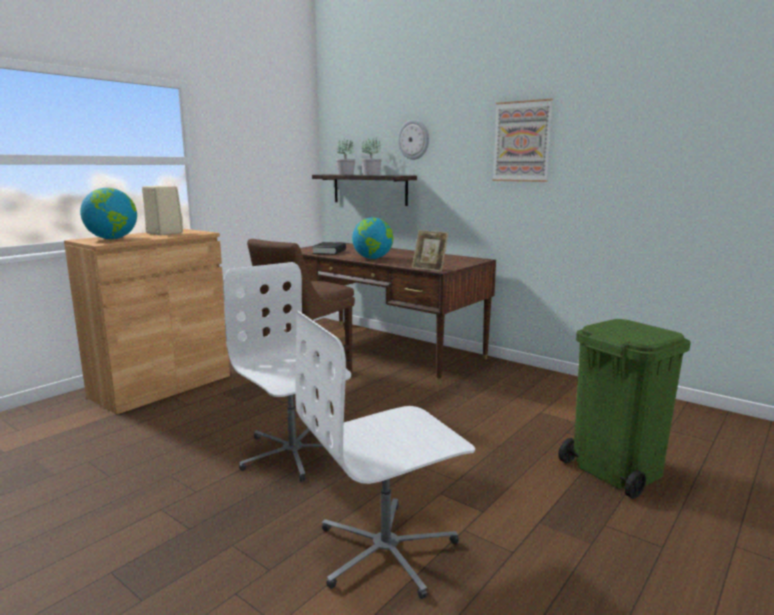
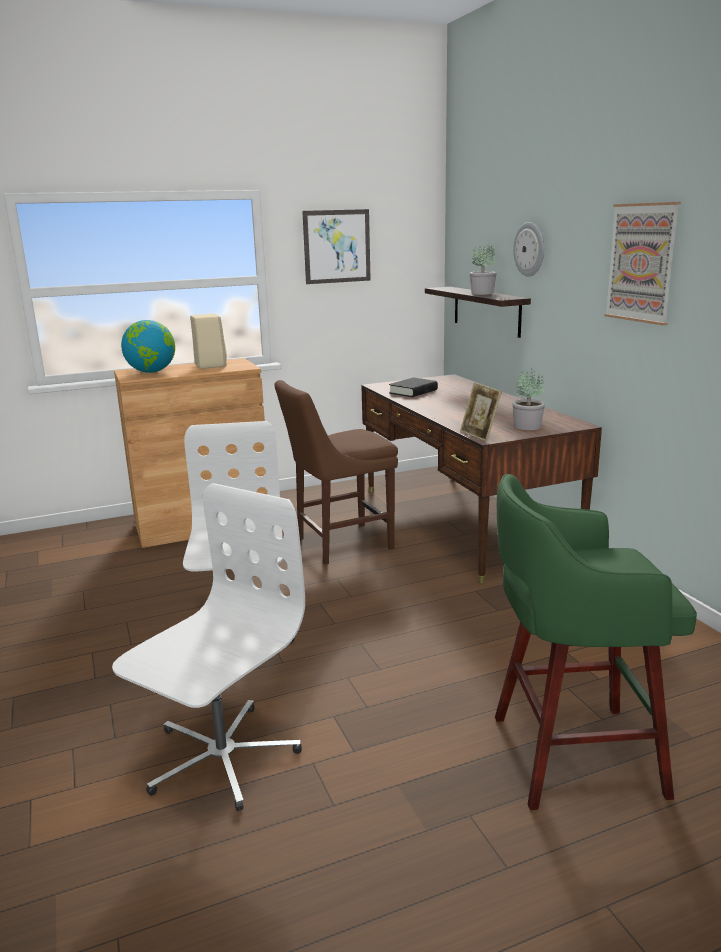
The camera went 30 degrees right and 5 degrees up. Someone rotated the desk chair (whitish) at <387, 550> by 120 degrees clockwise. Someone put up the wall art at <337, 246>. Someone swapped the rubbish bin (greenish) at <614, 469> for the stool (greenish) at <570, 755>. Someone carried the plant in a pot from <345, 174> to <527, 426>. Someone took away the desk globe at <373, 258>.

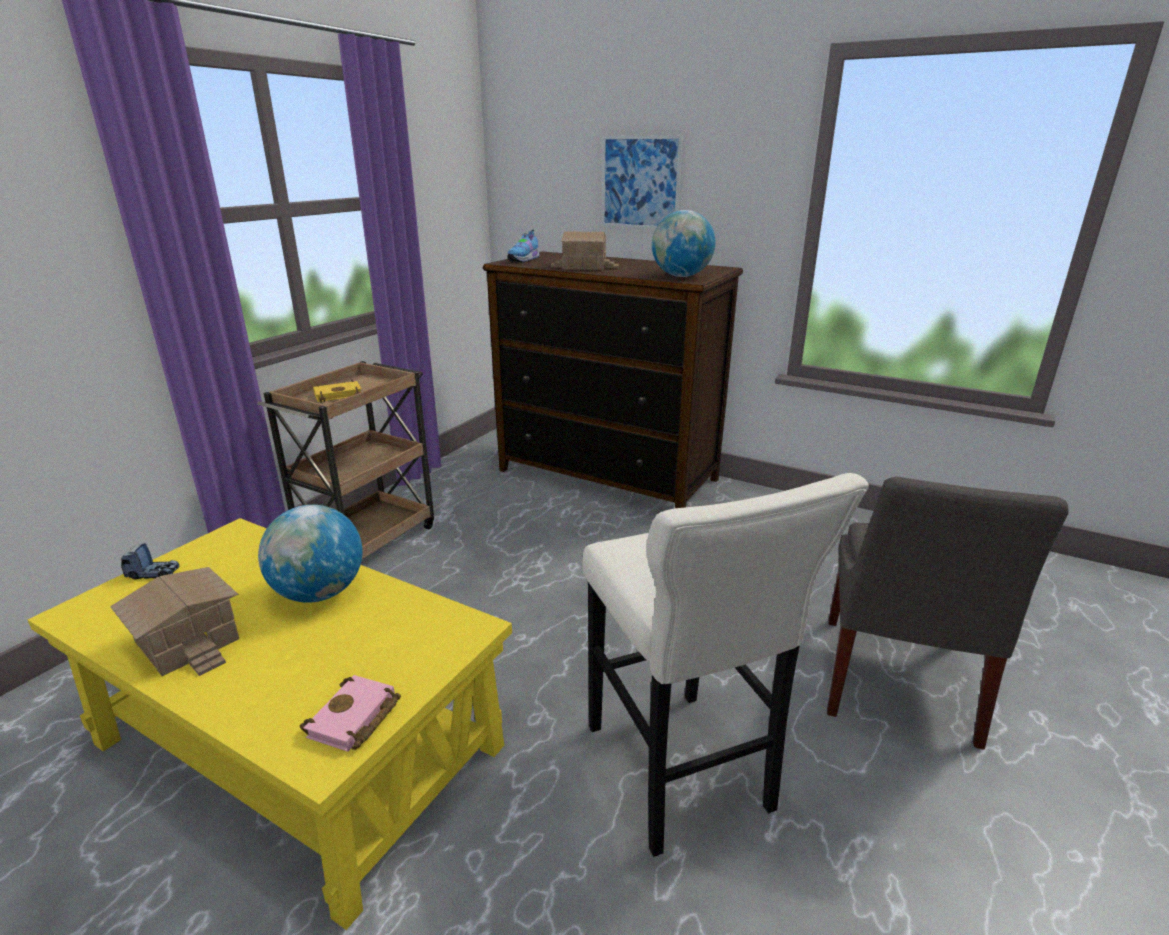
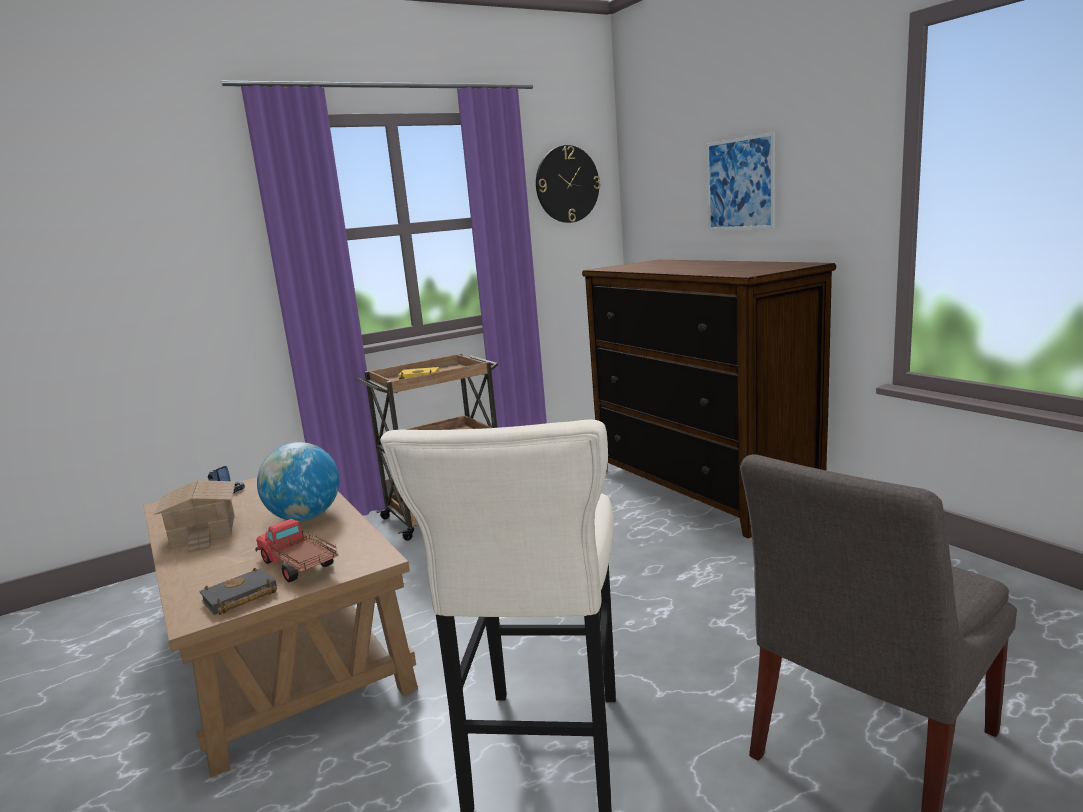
The camera went 30 degrees right and 10 degrees down. Someone repainted the low table (yellow) at <297, 745>, which became the low table (brown) at <281, 646>. Someone repainted the volume (pink-coloured) at <354, 720>, which became the volume (black) at <239, 598>. Someone put down the toy lorry at <298, 566>. Someone put up the wall clock at <567, 184>. Someone took away the item of footwear at <524, 260>. Someone took away the model house at <584, 266>. Someone took away the desk globe at <681, 276>.

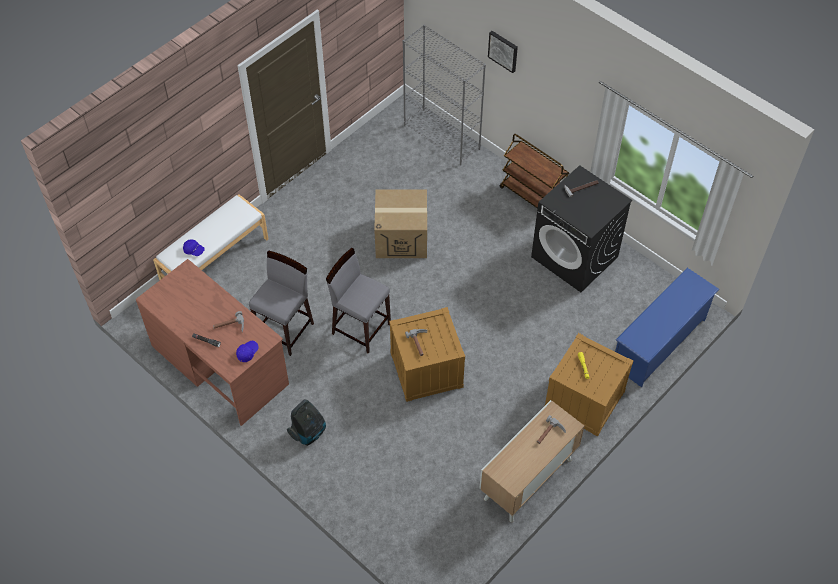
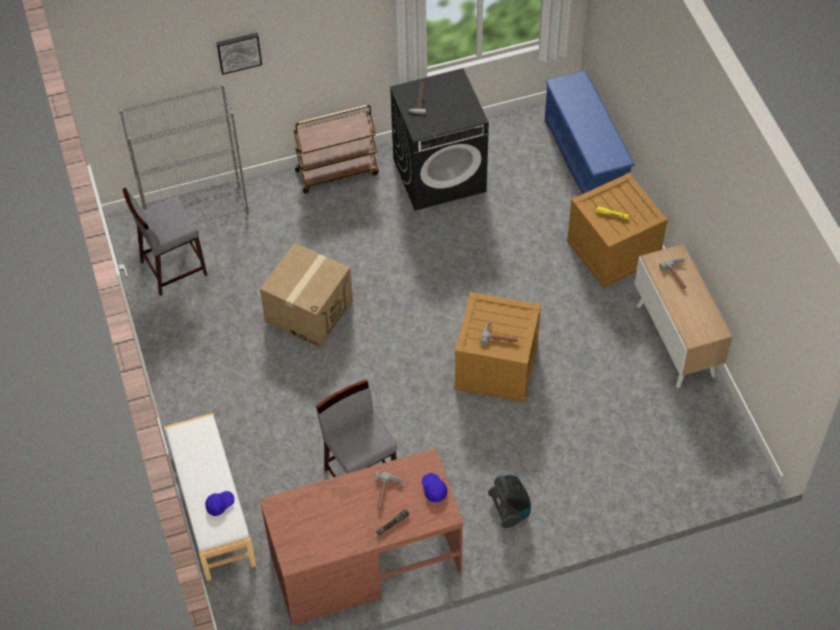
The camera went 60 degrees left and 0 degrees up. Someone carried the stool (grey) from <361, 328> to <172, 268>.

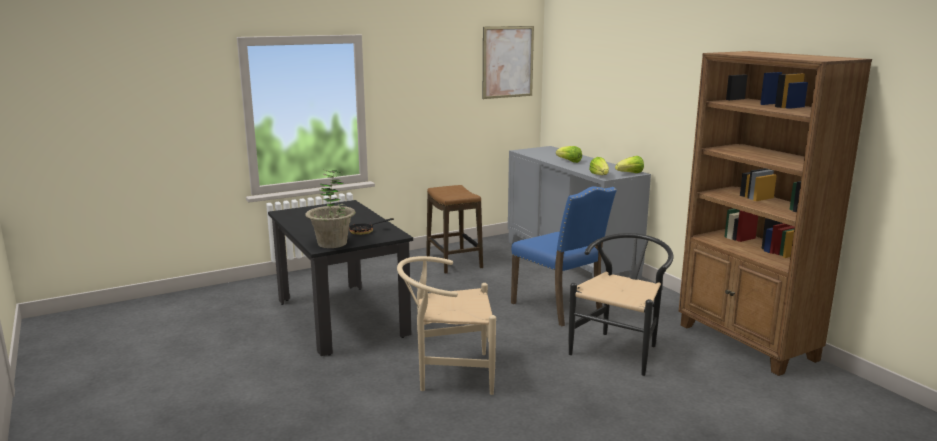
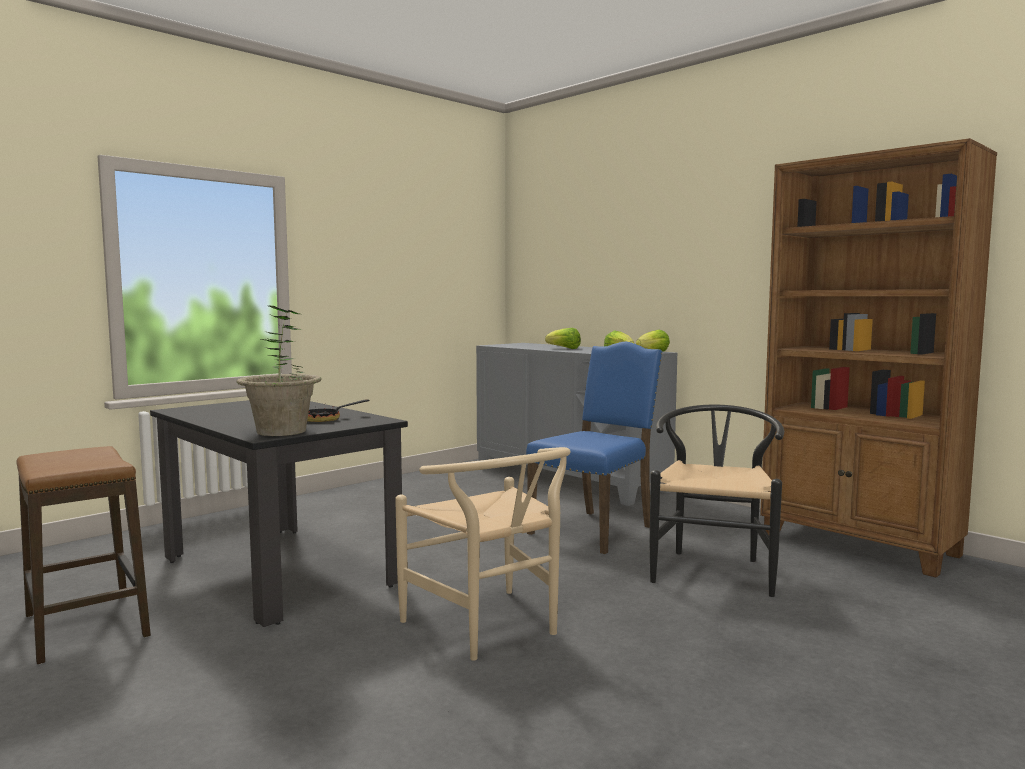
The camera went 15 degrees left and 10 degrees down. Someone carried the stool from <453, 262> to <85, 626>. Someone rotated the chair (beige-coloured) at <448, 374> by 105 degrees counterclockwise. Someone rotated the chair (blue-coloured) at <559, 308> by 90 degrees counterclockwise. Someone took away the wall art at <508, 62>.

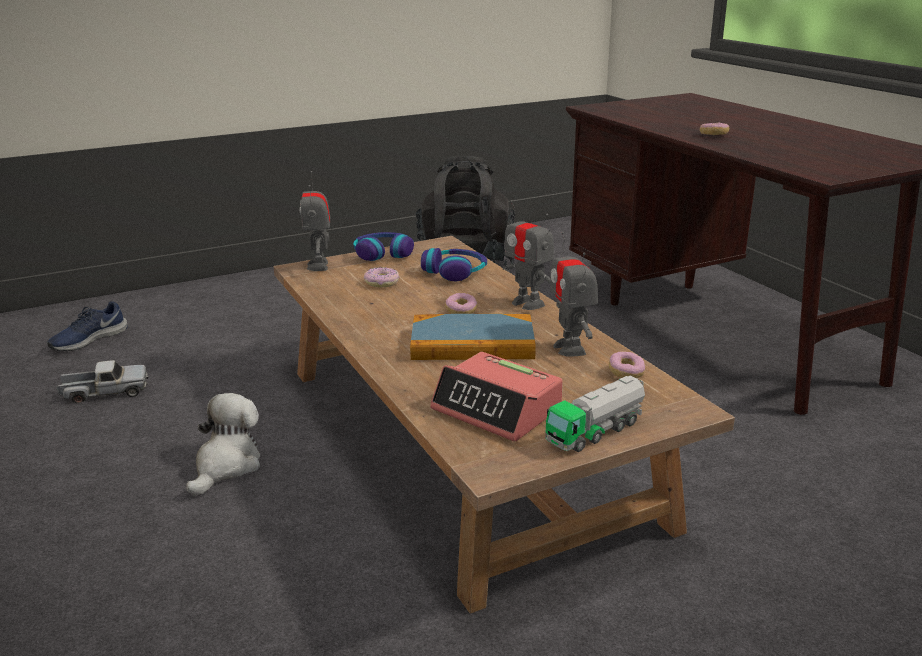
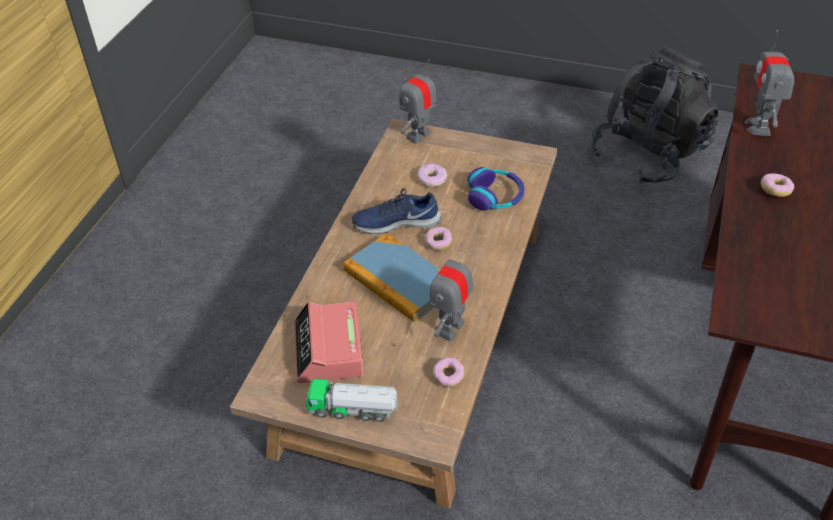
The camera went 45 degrees right and 20 degrees up. Someone carried the item of footwear (blue-coloured) from <88, 339> to <396, 222>. Someone carried the model robot from <528, 303> to <758, 126>. Someone took away the toy lorry at <105, 392>. Someone took away the cuddly toy at <226, 466>. Someone took away the headset at <383, 253>.

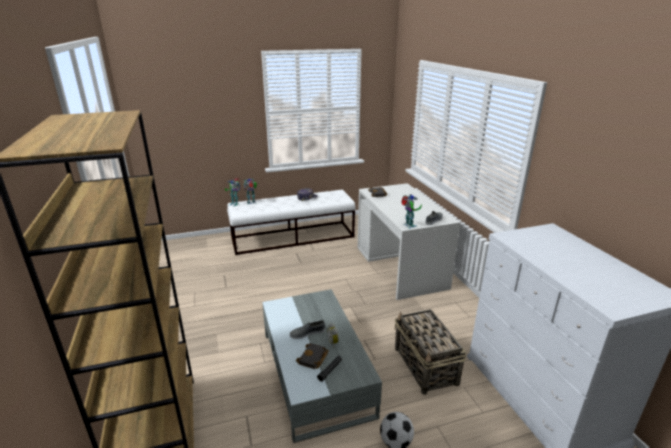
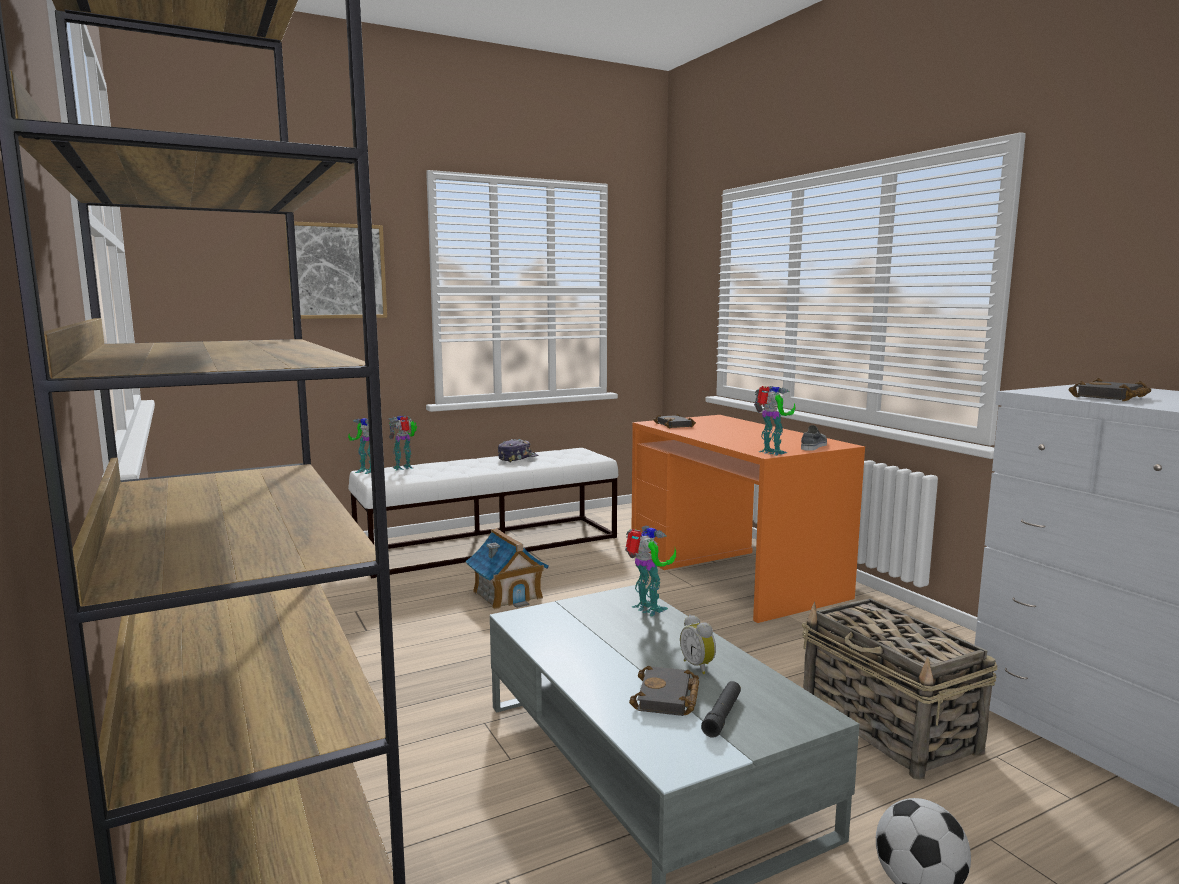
The camera went 10 degrees left and 15 degrees down. Someone put up the wall art at <337, 271>. Someone put down the model house at <507, 595>. Someone put down the model robot at <648, 610>. Someone repainted the desk unit (whitish) at <400, 266>, which became the desk unit (orange-coloured) at <733, 573>. Someone put down the volume (black) at <1111, 397>. Someone took away the item of footwear (grey) at <307, 333>.

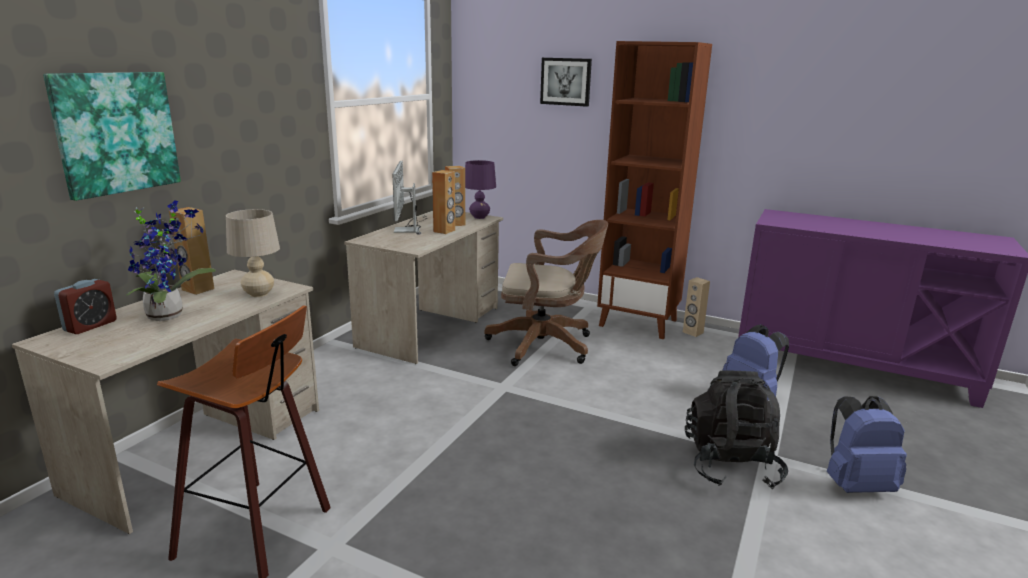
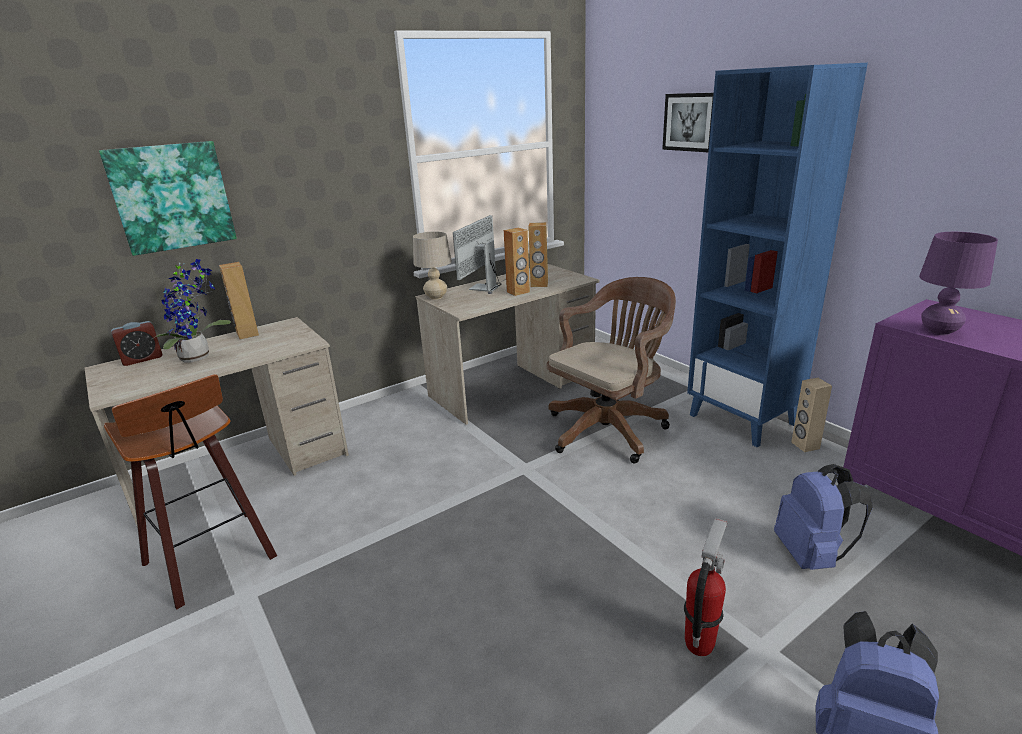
The camera went 30 degrees right and 5 degrees up. Someone carried the table lamp (beige-coloured) from <259, 294> to <436, 297>. Someone rotated the desk chair (brown) at <546, 345> by 75 degrees counterclockwise. Someone swapped the backpack (black) at <730, 466> for the fire-fighting cylinder at <699, 644>. Someone repainted the shelving unit (brown) at <639, 323>, which became the shelving unit (blue-coloured) at <743, 419>. Someone carried the table lamp (purplish) from <479, 217> to <939, 331>.

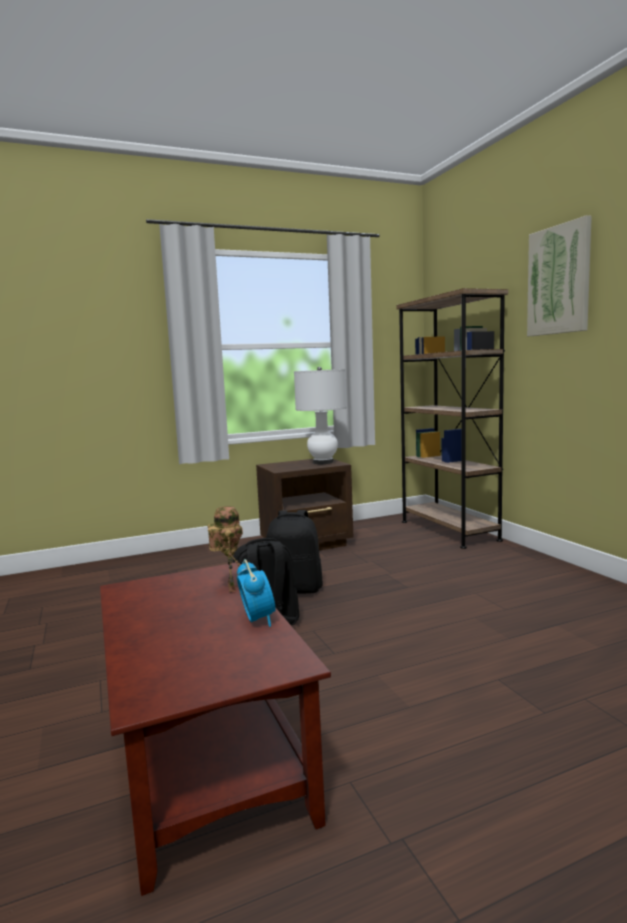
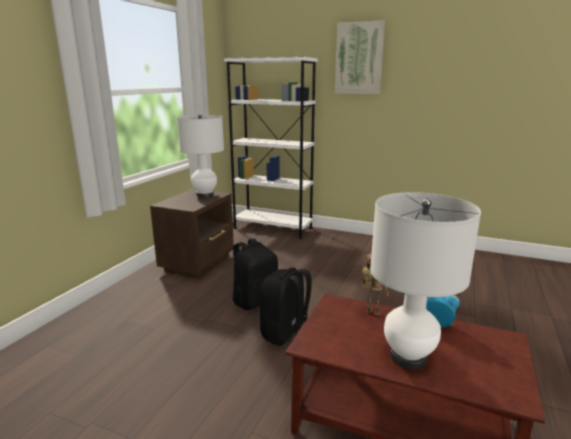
The camera went 45 degrees left and 10 degrees up. Someone repainted the shelving unit (brown) at <448, 530>, which became the shelving unit (whitish) at <272, 228>. Someone put down the table lamp (whitish) at <408, 357>.

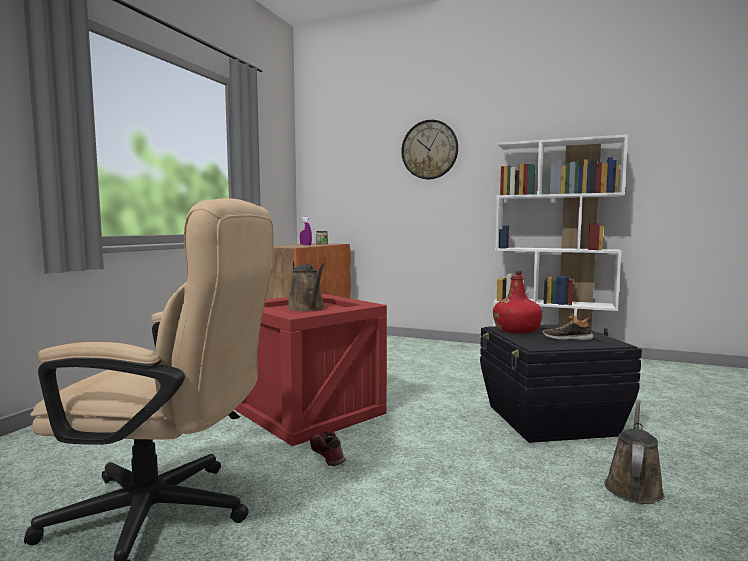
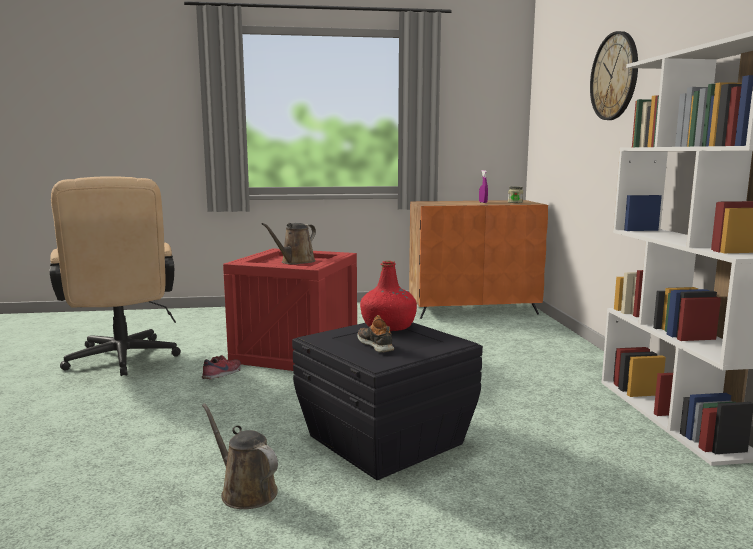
The camera went 60 degrees right and 5 degrees up. Someone rotated the watering can (brown) at <633, 486> by 135 degrees counterclockwise.

